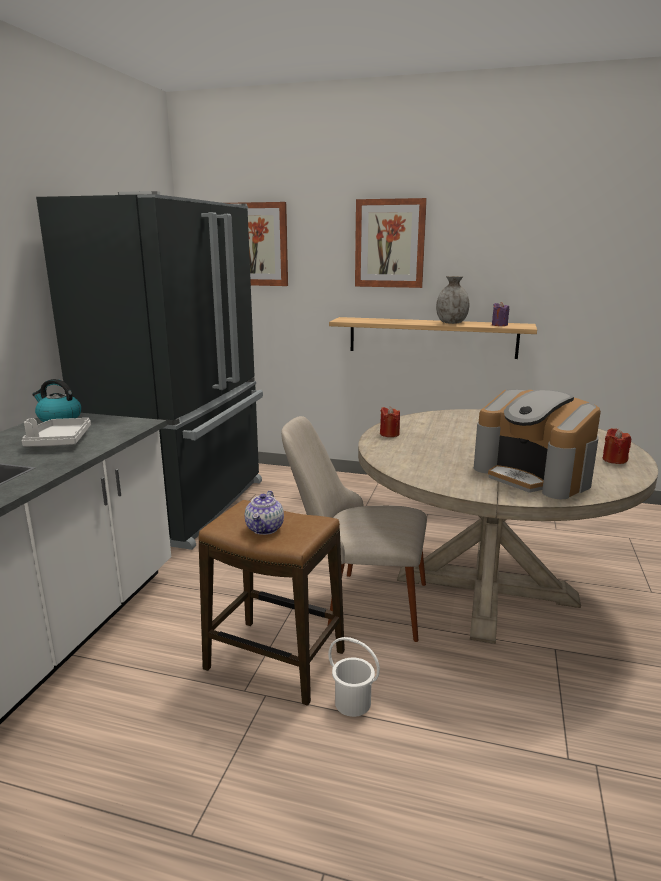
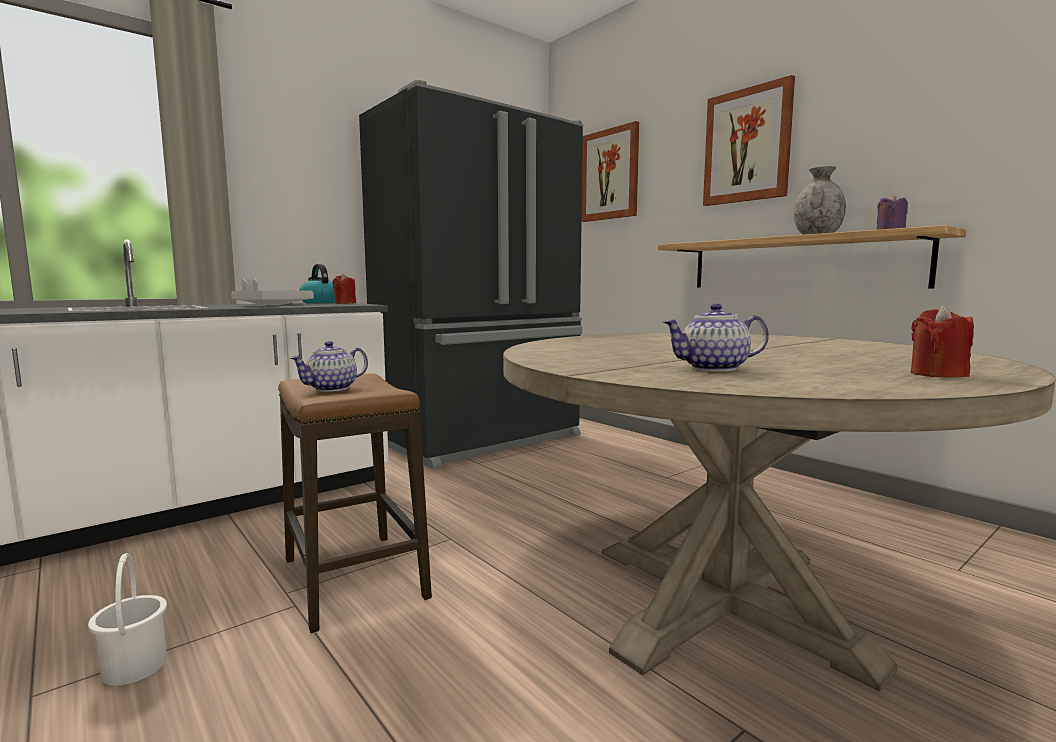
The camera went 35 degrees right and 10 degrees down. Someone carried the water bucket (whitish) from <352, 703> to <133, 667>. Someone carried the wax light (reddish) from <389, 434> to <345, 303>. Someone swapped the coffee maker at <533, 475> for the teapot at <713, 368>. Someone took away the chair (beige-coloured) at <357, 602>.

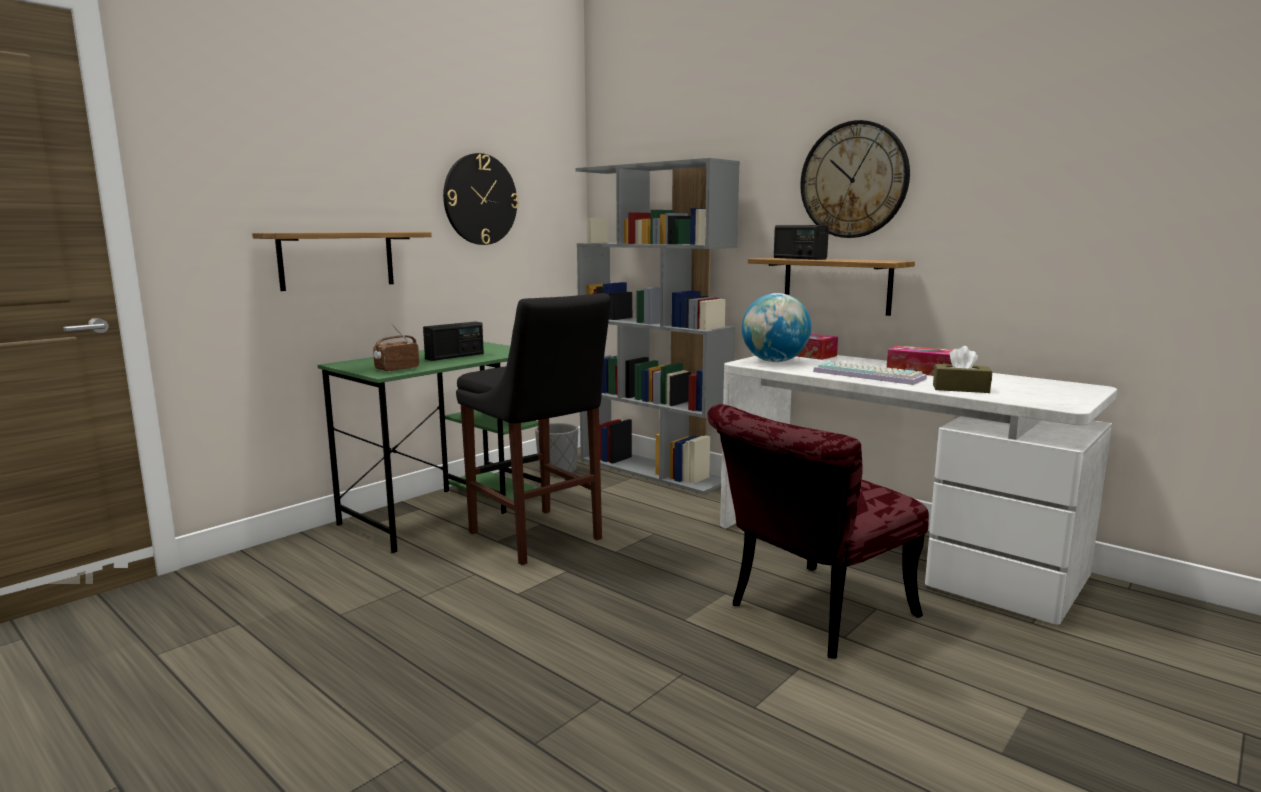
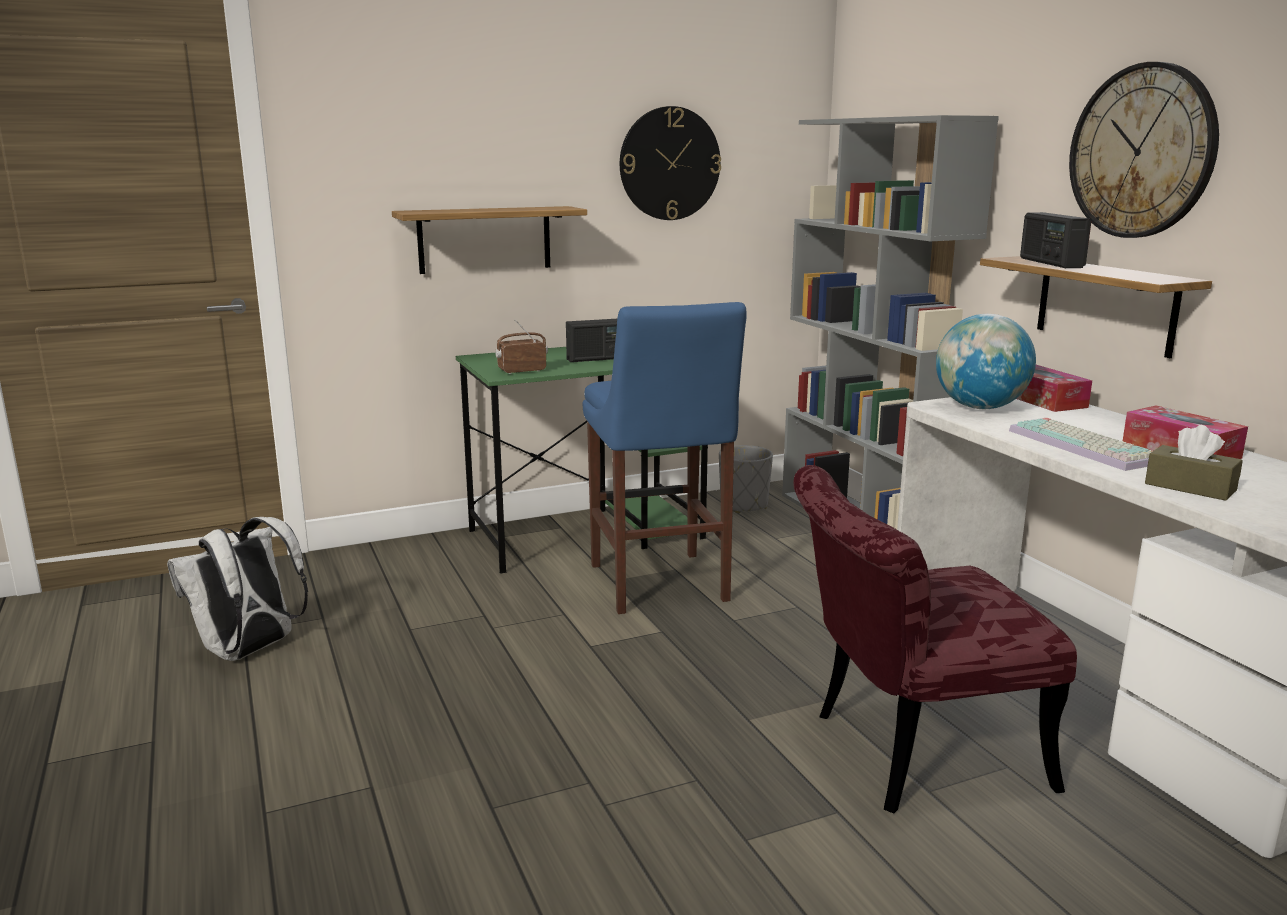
The camera went 25 degrees right and 5 degrees up. Someone put down the backpack (whitish) at <249, 651>. Someone repainted the stool (black) at <538, 538>, which became the stool (blue-coloured) at <659, 586>.

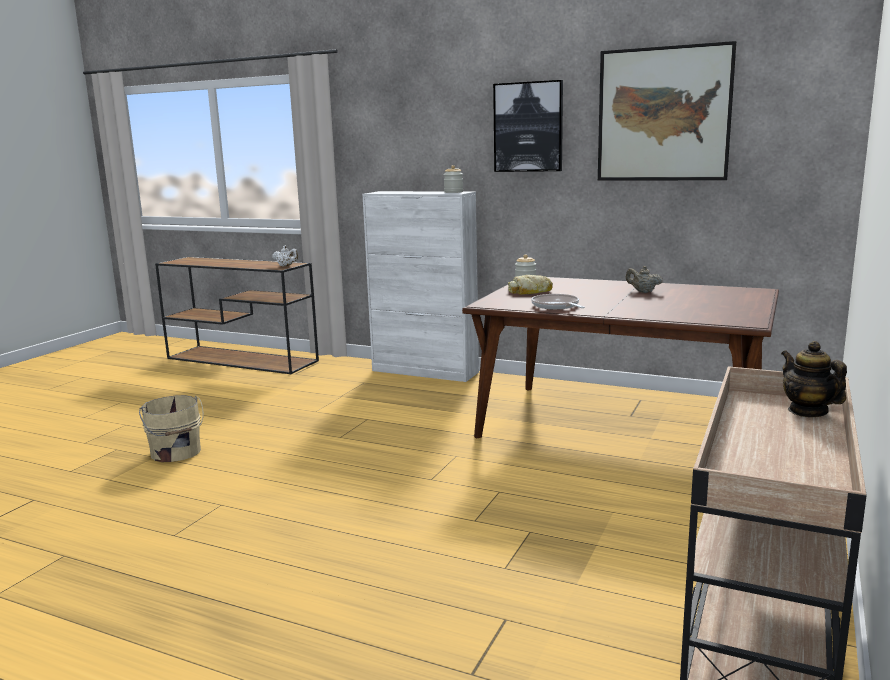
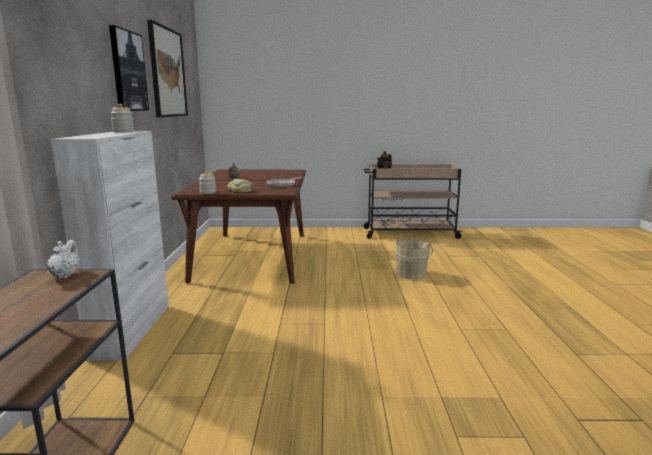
The camera went 115 degrees left and 0 degrees up. Someone carried the water bucket (beige-coloured) from <176, 453> to <412, 273>.

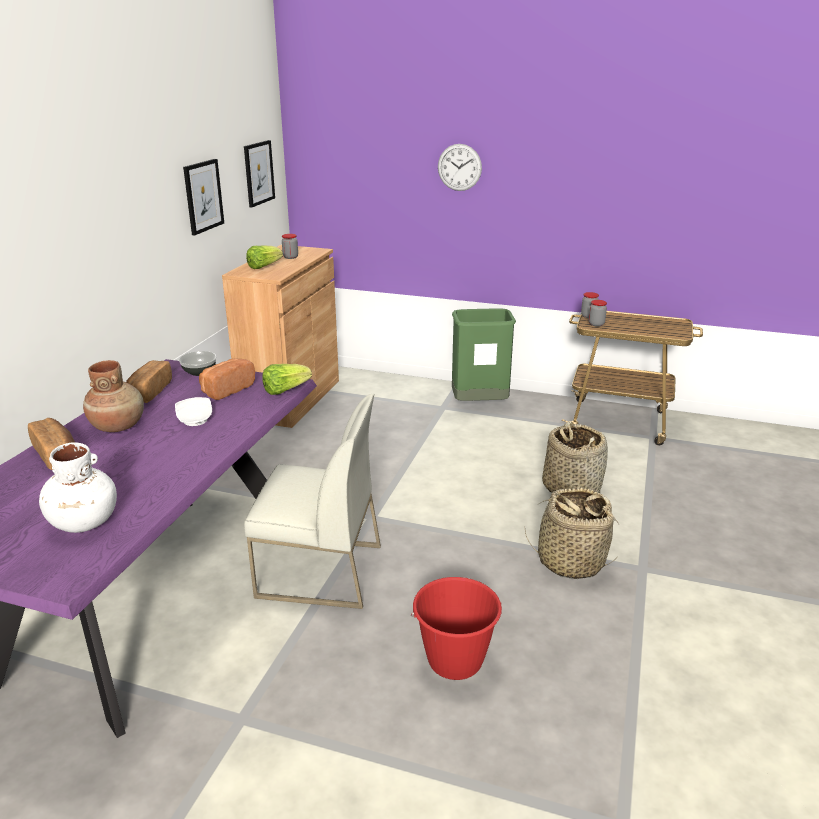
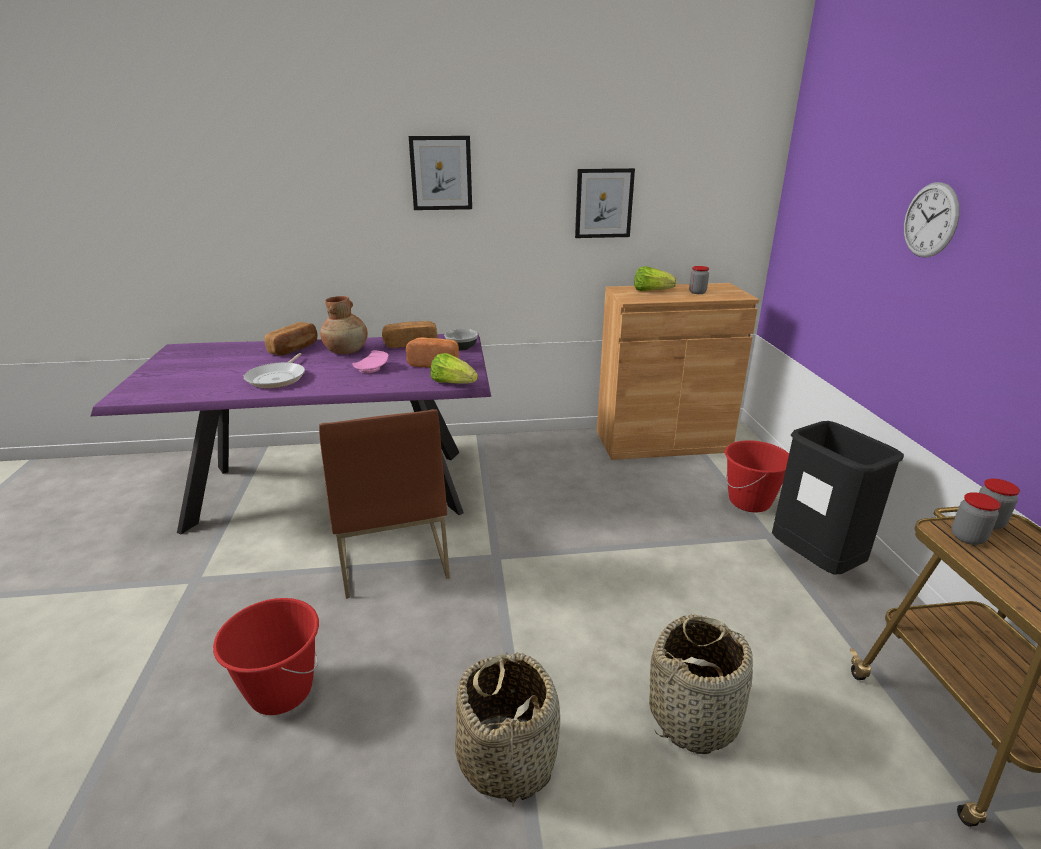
The camera went 65 degrees right and 0 degrees up. Someone put down the frying pan at <278, 378>. Someone repainted the chair (whitish) at <318, 571>, which became the chair (brown) at <391, 554>. Someone repainted the dinner plate (whitish) at <195, 419>, which became the dinner plate (pink-coloured) at <372, 369>. Someone carried the wall art from <258, 173> to <441, 173>. Someone put down the water bucket (reddish) at <750, 502>. Someone repainted the rubbish bin (greenish) at <479, 405>, which became the rubbish bin (black) at <814, 562>. Someone took away the flower vase (whitish) at <84, 522>.

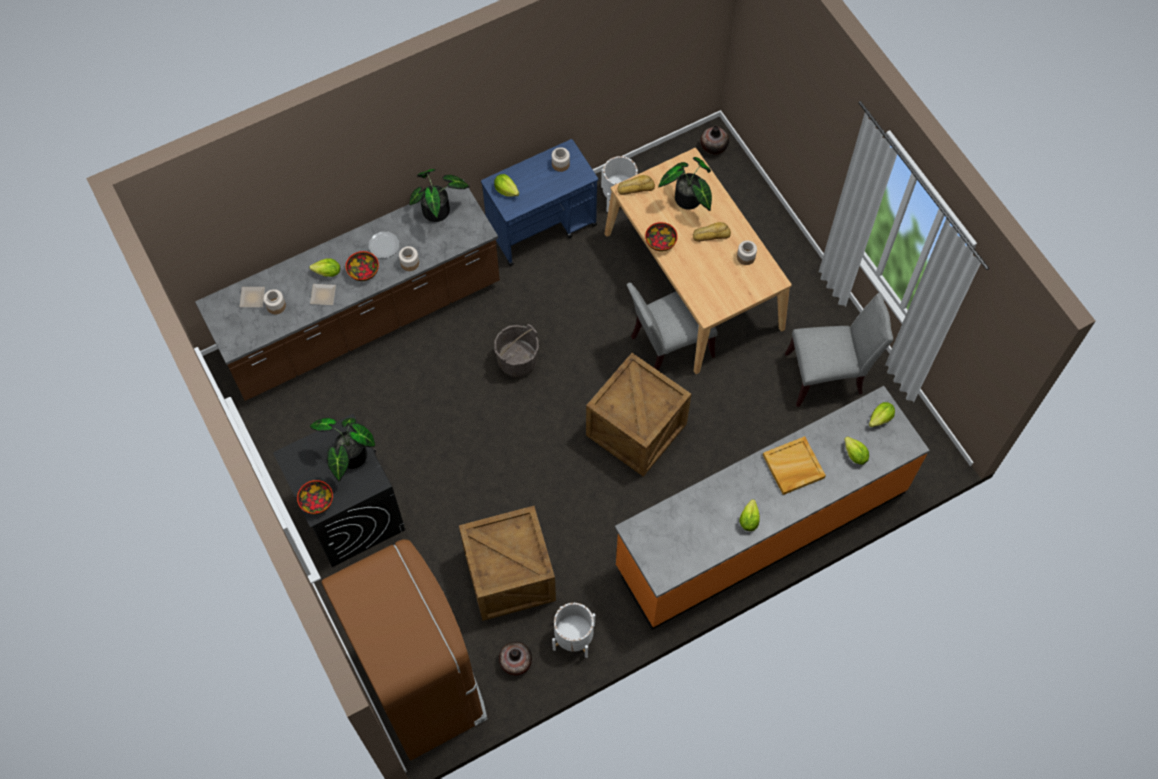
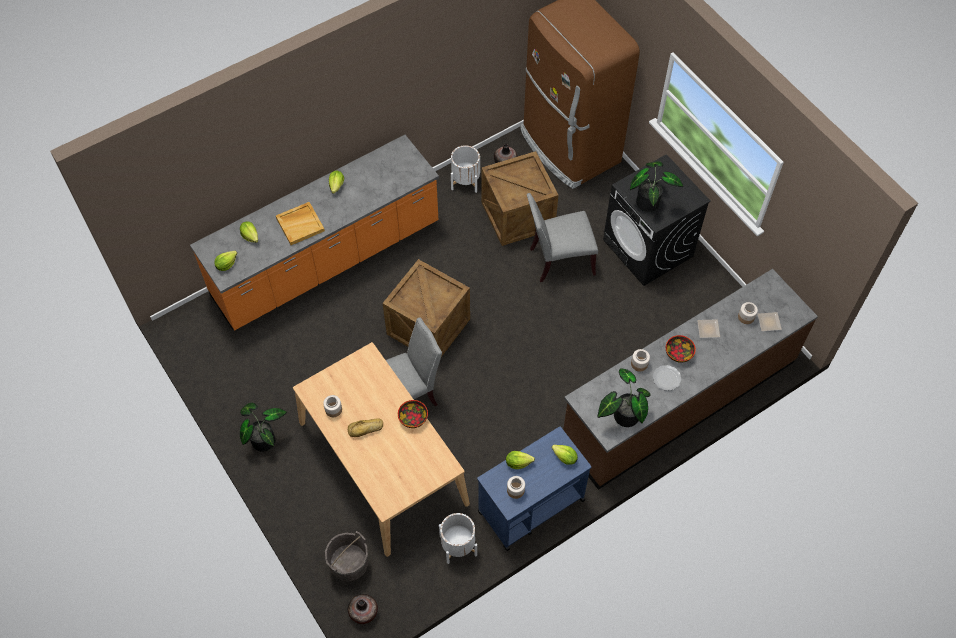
The camera went 175 degrees right and 5 degrees down. Someone carried the plant in a pot from <688, 201> to <263, 438>. Someone carried the water bucket (grey) from <517, 361> to <349, 564>. Someone carried the lettuce head from <328, 273> to <518, 462>. Someone carried the chair (grey) from <827, 375> to <559, 260>. Someone took away the serving bowl at <316, 501>. Someone took away the baked bread at <635, 187>.

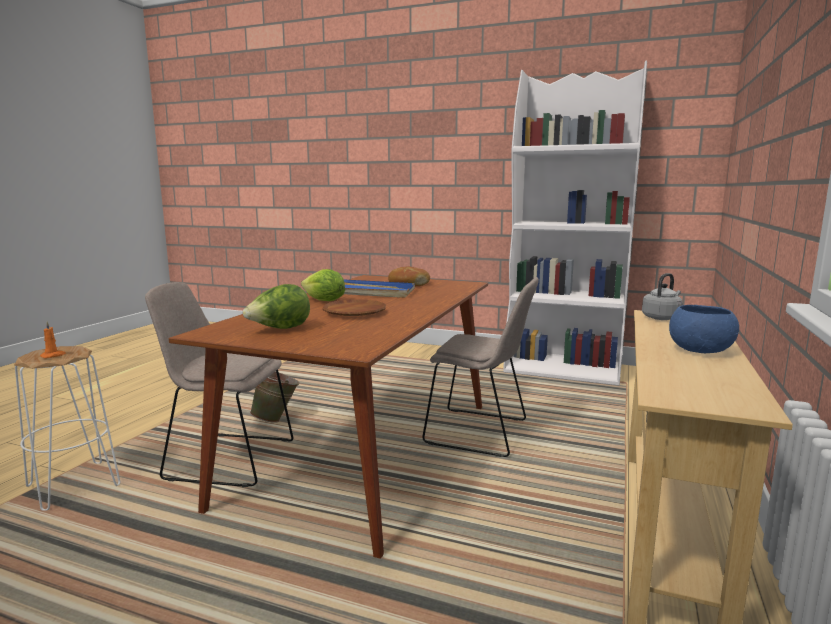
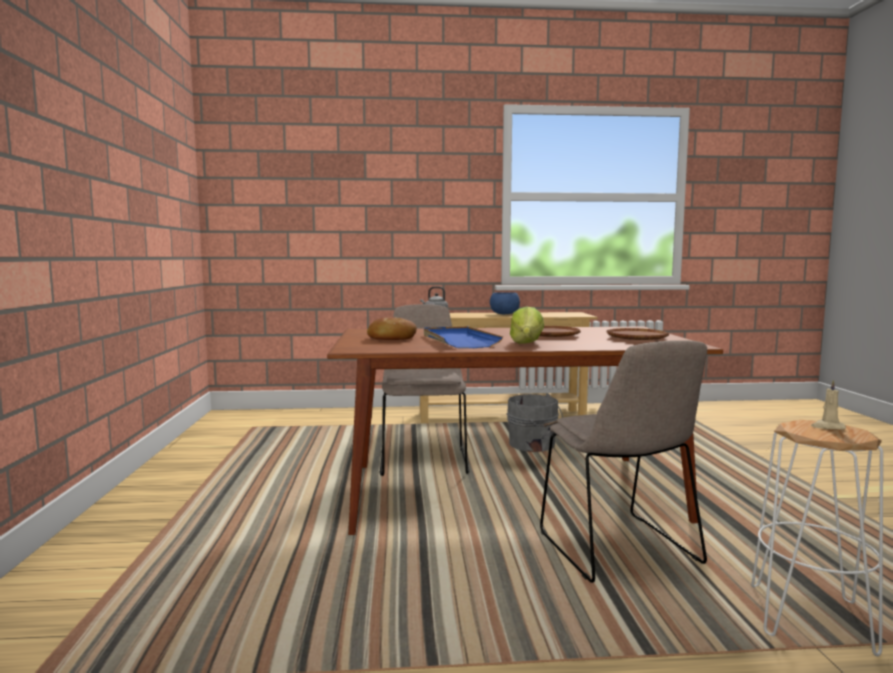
The camera went 115 degrees left and 5 degrees down. Someone put down the water bucket (grey) at <533, 446>. Someone swapped the lettuce head at <279, 329> for the dinner plate (brown) at <636, 338>. Someone repainted the wax light (orange-coloured) at <53, 355>, which became the wax light (beige-coloured) at <827, 427>. Someone took away the water bucket (greenish) at <276, 419>. Someone took away the shelving unit (whitish) at <564, 369>.

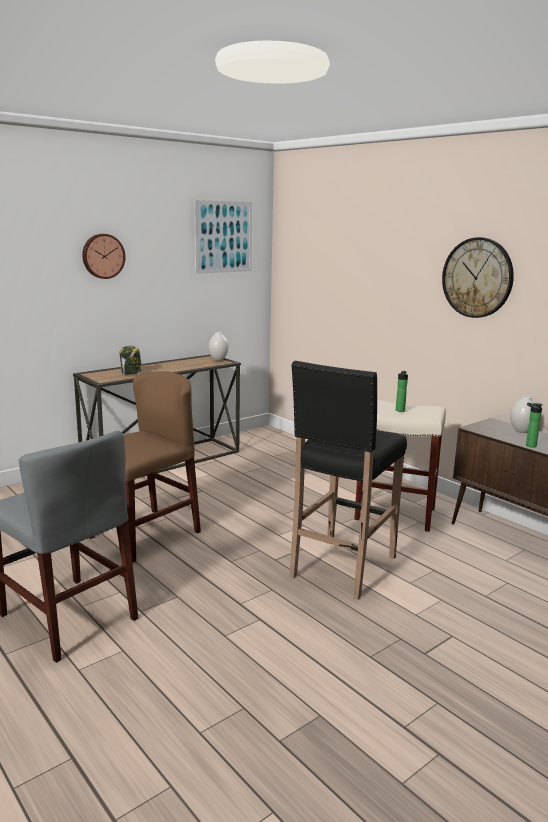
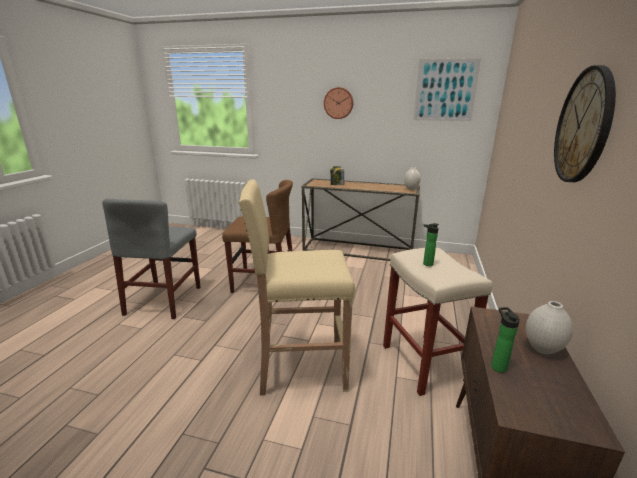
The camera went 55 degrees right and 5 degrees up. Someone repainted the stool (black) at <342, 567>, which became the stool (beige-coloured) at <300, 369>.

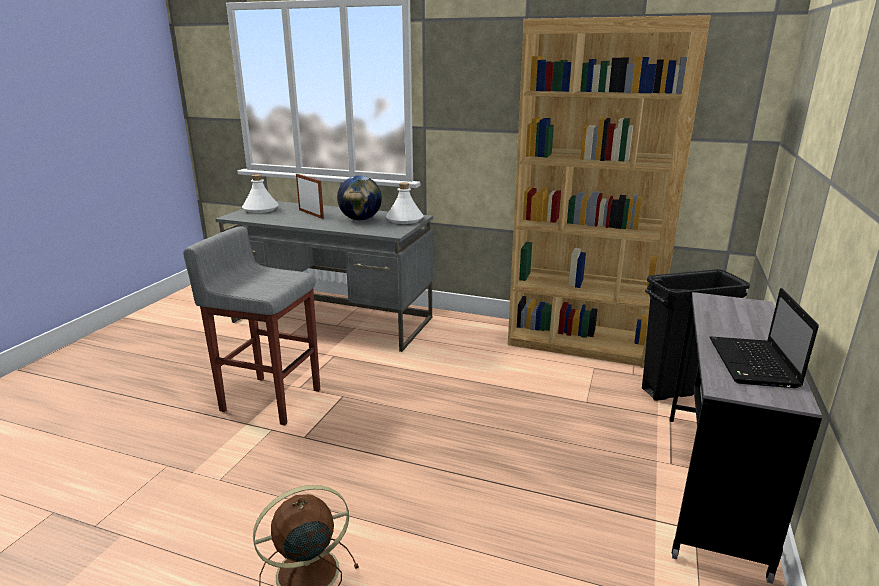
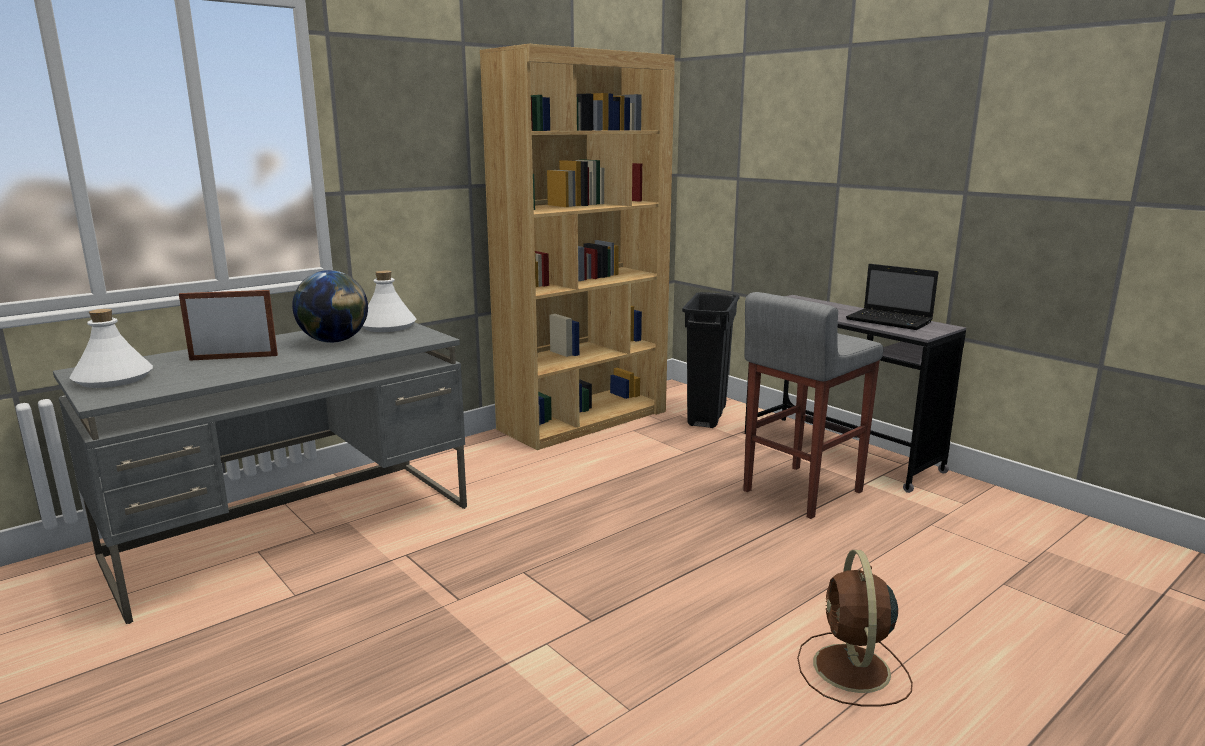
The camera went 60 degrees left and 5 degrees down. Someone carried the stool (grey) from <270, 399> to <800, 491>.

